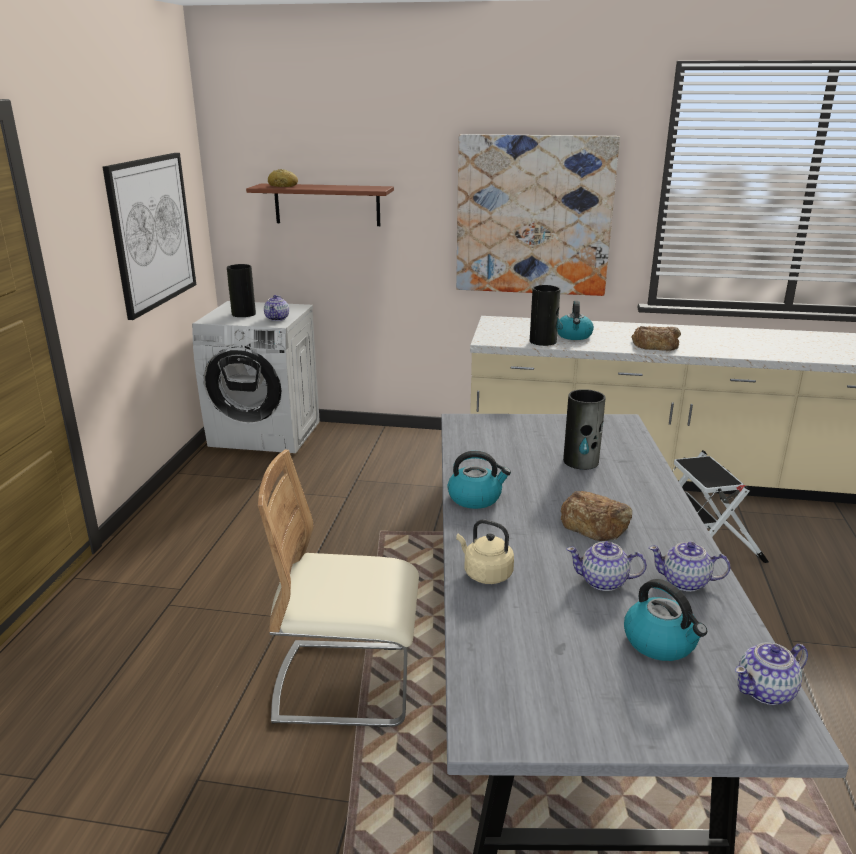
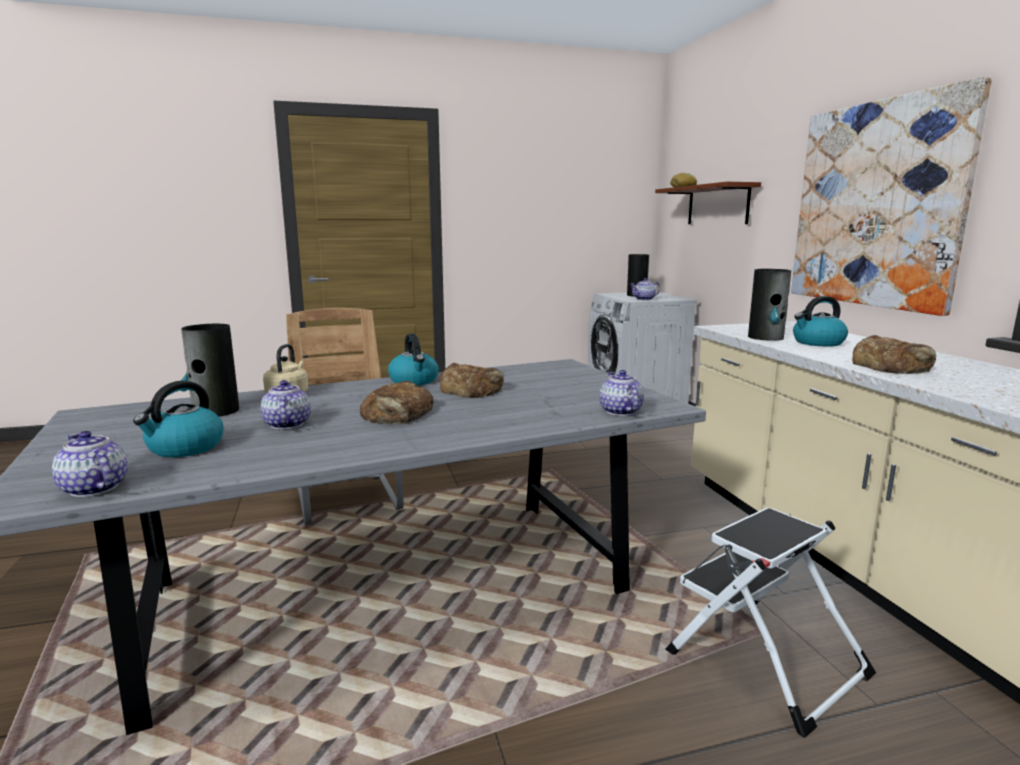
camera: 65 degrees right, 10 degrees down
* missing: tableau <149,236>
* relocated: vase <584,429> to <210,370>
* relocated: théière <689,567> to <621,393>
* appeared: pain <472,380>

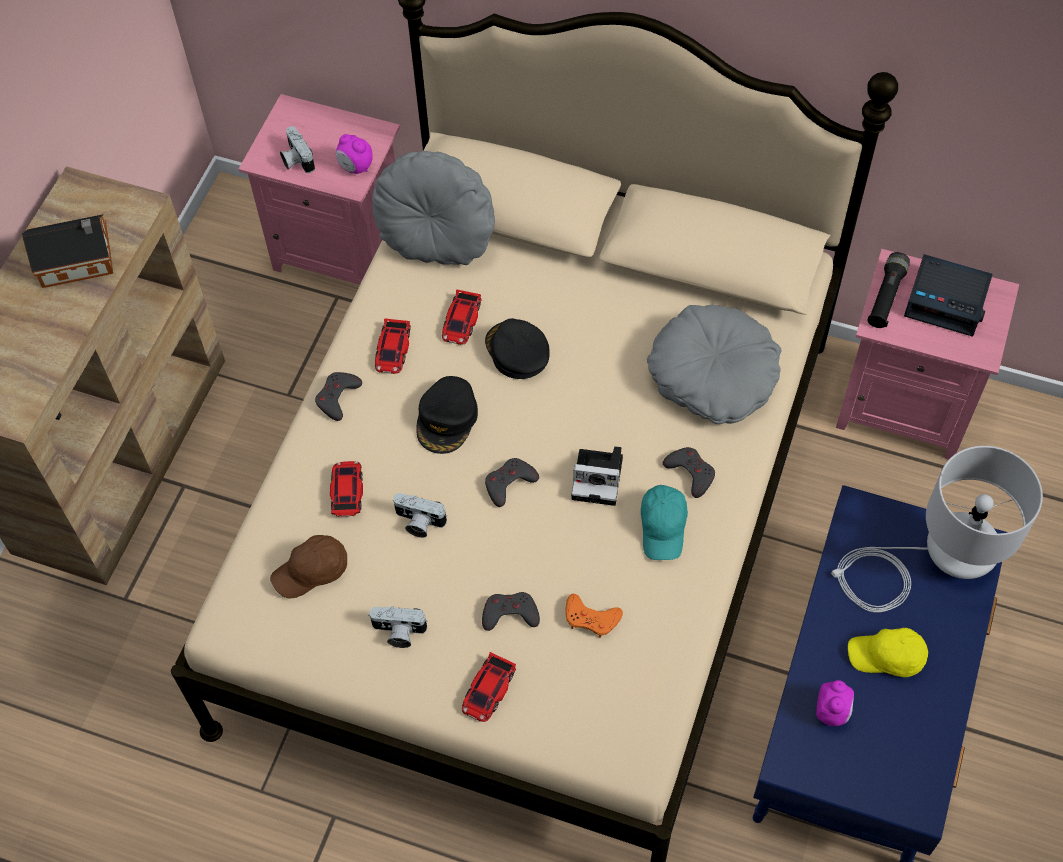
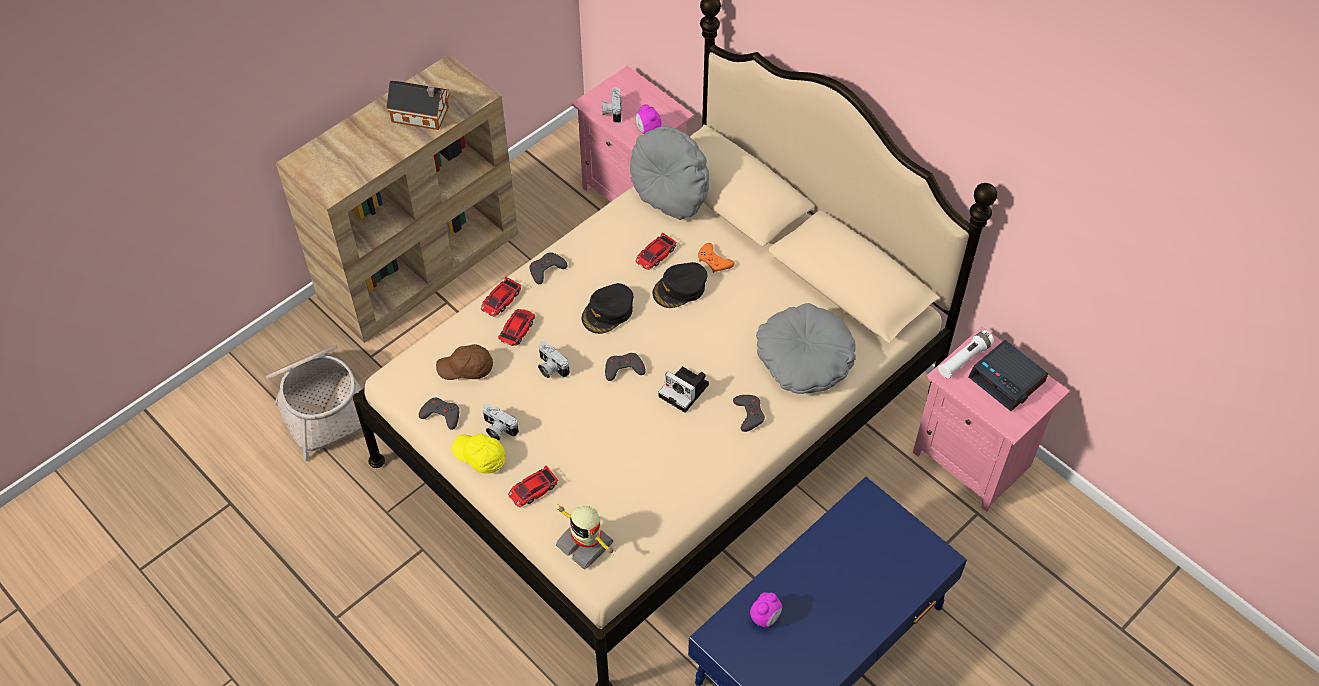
camera: 25 degrees right, 5 degrees down
* relocated: petite voiture <393,346> to <501,297>
* relocated: manette [gris] <511,611> to <439,414>
* spun: casquette [noir] <517,348> = <680,285> 120 degrees counterclockwise
* relocated: manette [orange] <594,616> to <716,258>
* missing: casquette [turquoise] <664,522>
* missing: lampe de table [blanc] <937,529>
* relocated: casquette [jaune] <888,652> to <479,454>
* colour: lampe de poche [noir] <888,290> to lampe de poche [blanc] <966,354>
* appeared: panier <314,403>
* appeared: robot jouet <586,537>

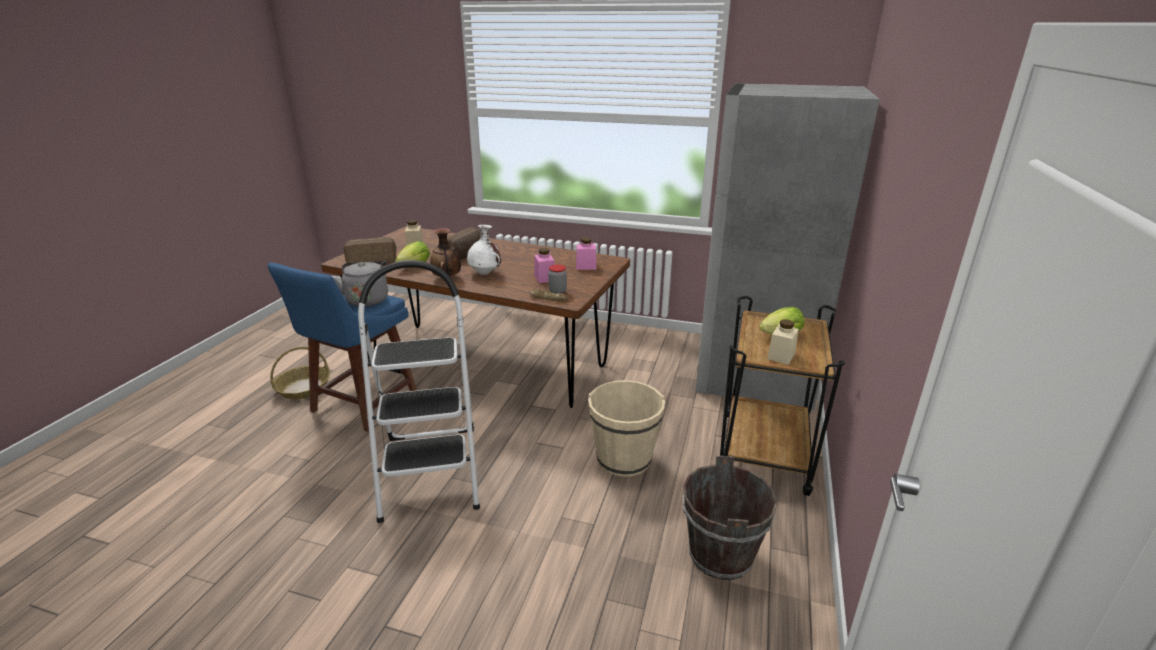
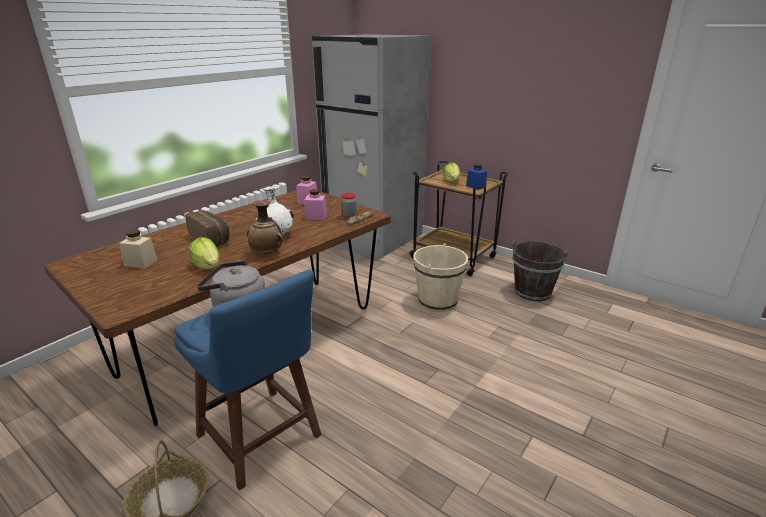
camera: 70 degrees left, 0 degrees up
* missing: pain <370,250>
* missing: escabeau <419,391>
* colour: bocal [beige] <783,342> to bocal [bleu] <476,177>

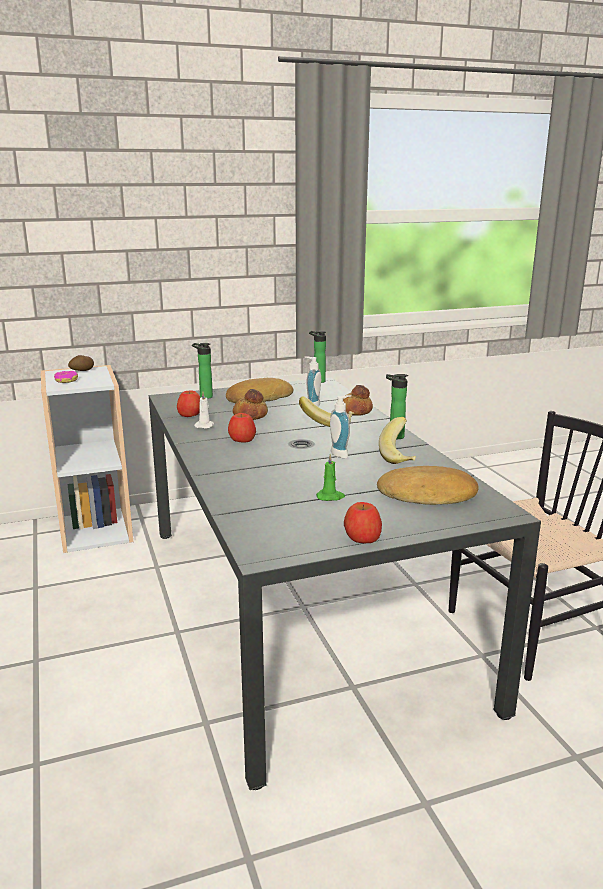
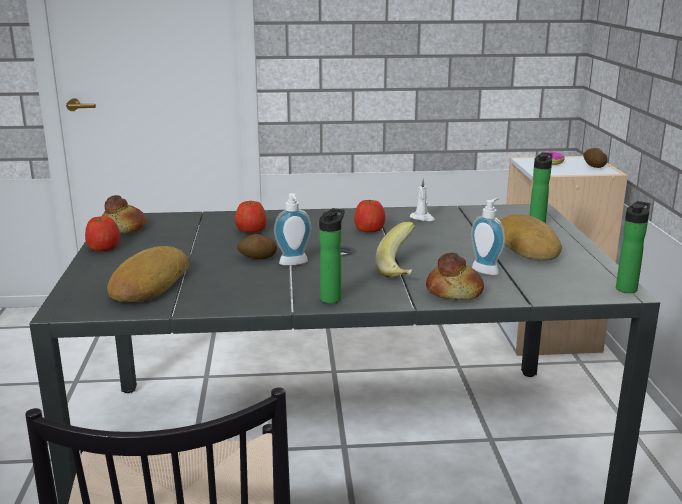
camera: 105 degrees right, 0 degrees up
* relocated: pomme <189,403> to <251,217>
* relocated: pain <250,404> to <124,214>
* missing: bougie [vert] <330,477>
* missing: banane <397,440>
* appeared: pomme de terre <257,246>

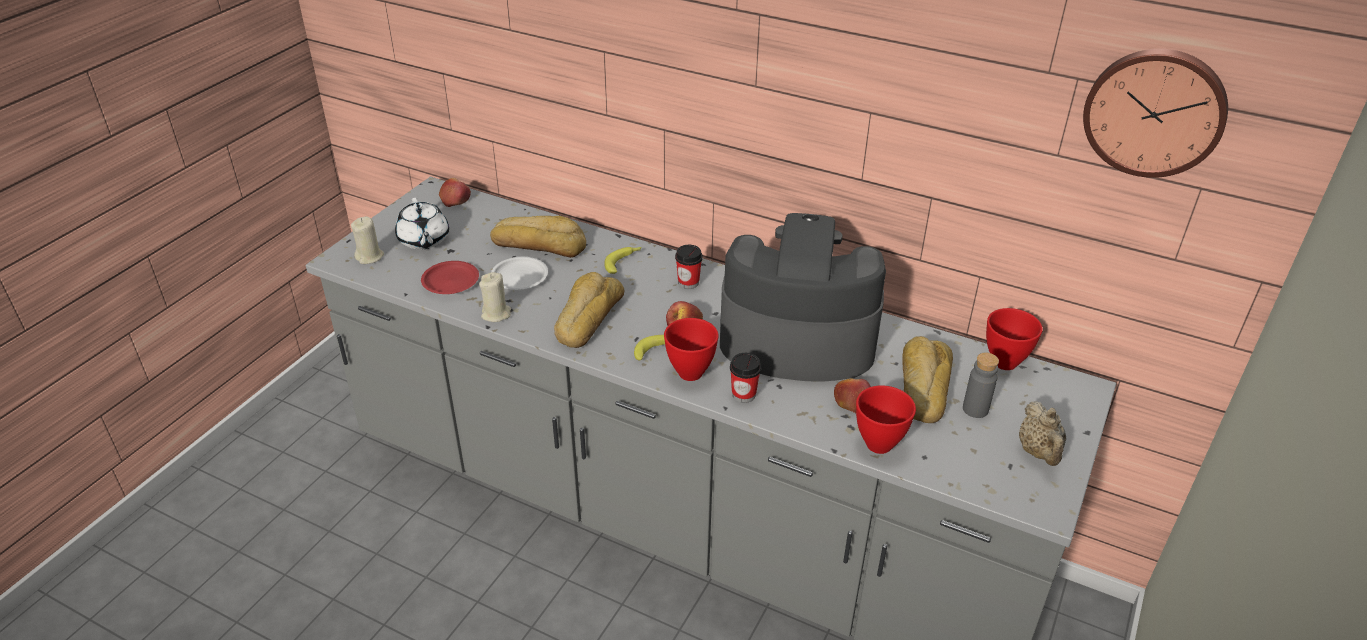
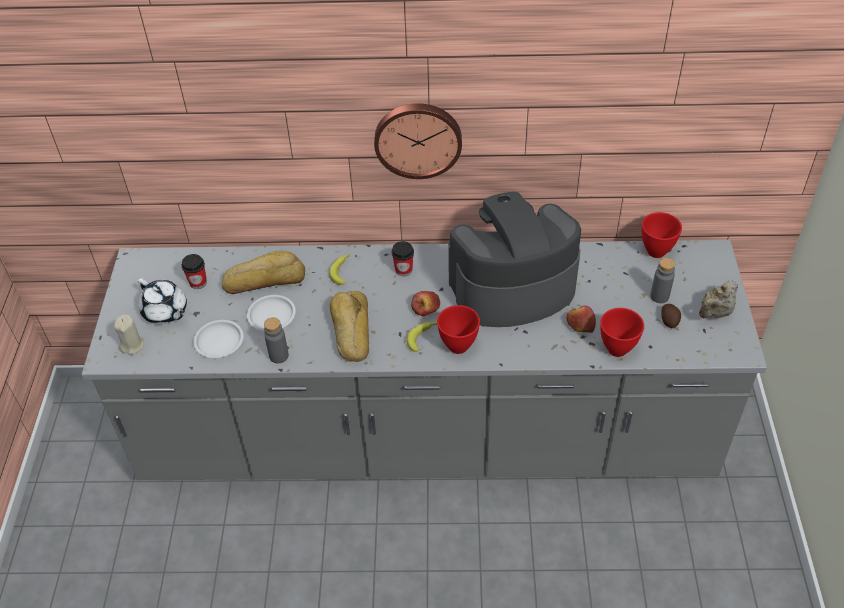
camera: 25 degrees left, 10 degrees up
* colour: assiette [rouge] <450,277> to assiette [blanc] <218,339>
* missing: pomme <455,192>
* exchanged: bougie [beige] <495,297> to bouteille [gris] <276,340>
* relocated: tasse <745,378> to <194,271>
* missing: pain <927,379>
* spun: théière [beige] <1042,433> = <718,300> 75 degrees clockwise
* relocated: horloge murale <1155,113> to <418,141>
* appeared: pomme de terre <671,316>

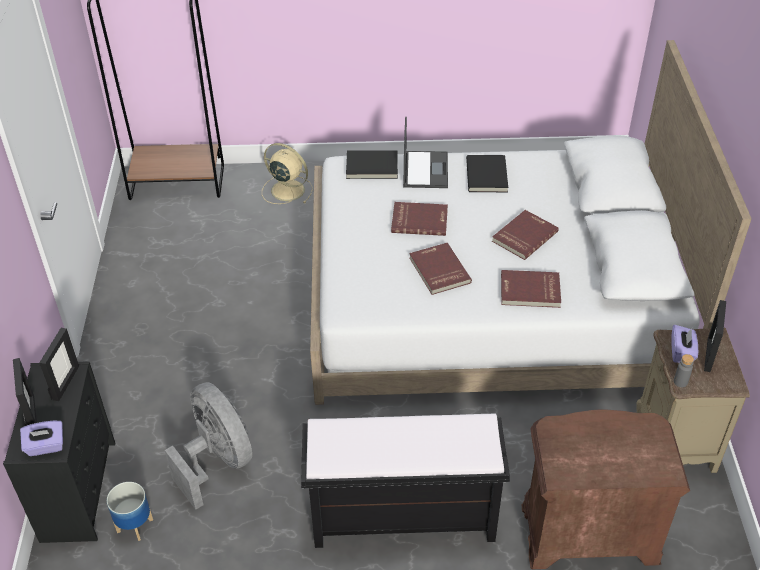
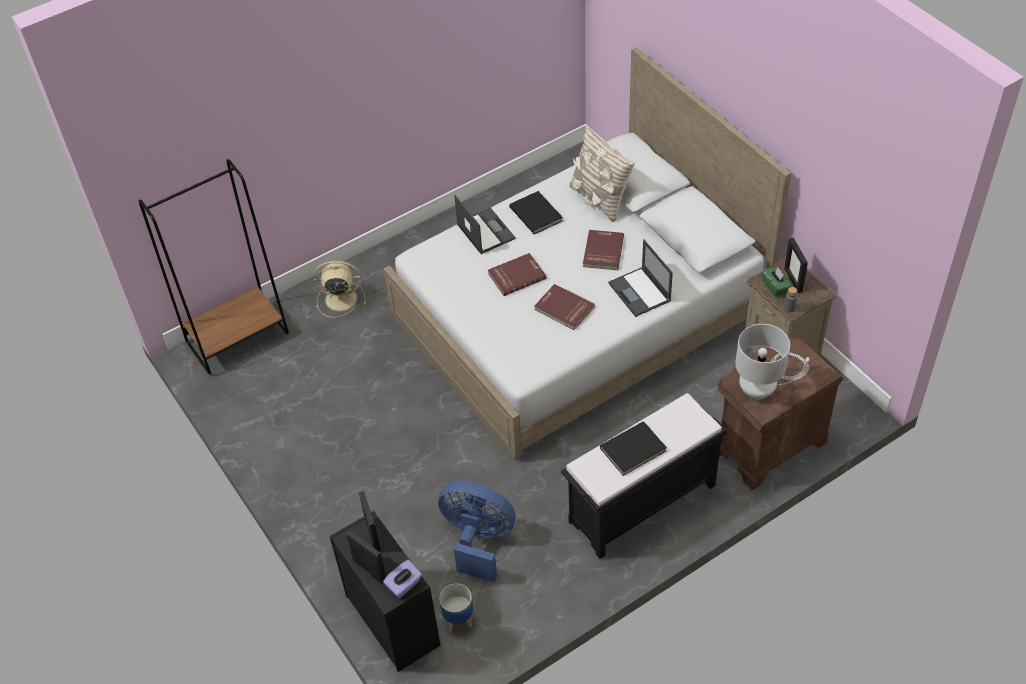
camera: 30 degrees left, 5 degrees up
* colour: ventilateur [gris] <208,446> to ventilateur [bleu] <476,532>
* relocated: livre [noir] <372,164> to <633,448>
* exchanged: livre [rouge] <531,289> to ordinateur portable <640,278>
* colour: boîte à mouchoirs [violet] <684,344> to boîte à mouchoirs [vert] <777,282>
* appeared: coussin [beige] <602,175>
* appeared: lampe de table [blanc] <772,362>

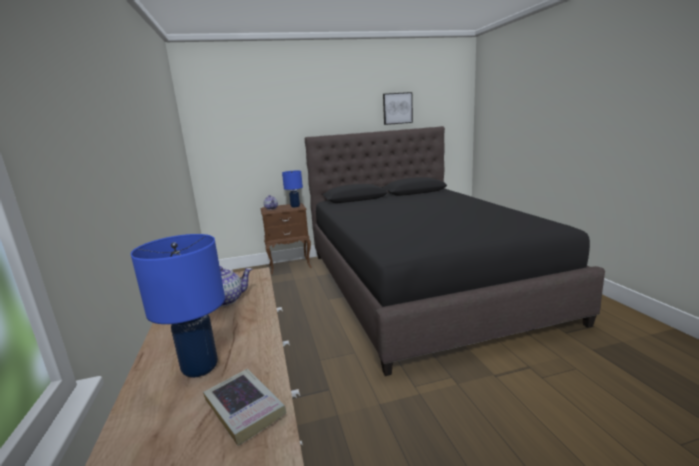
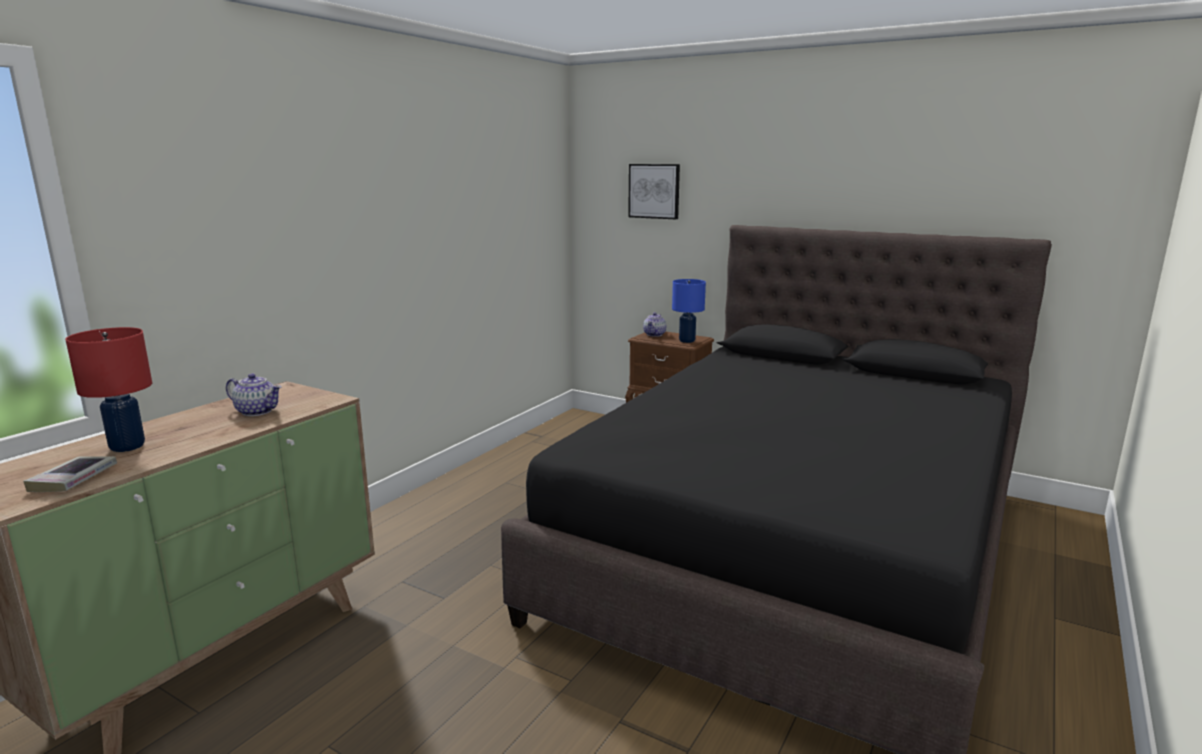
camera: 45 degrees right, 0 degrees up
* colour: lampe de table [bleu] <178,306> to lampe de table [rouge] <108,389>
* relocated: tableau <398,108> to <654,191>

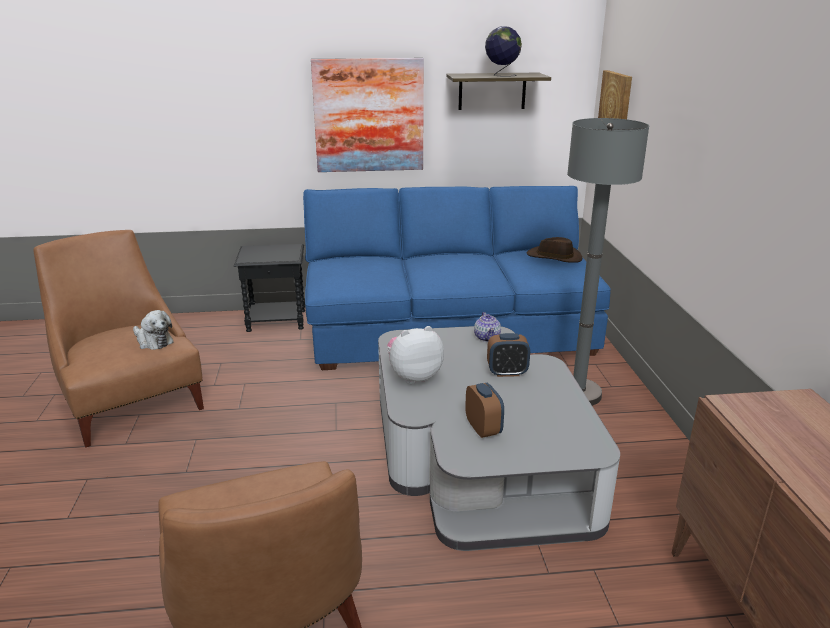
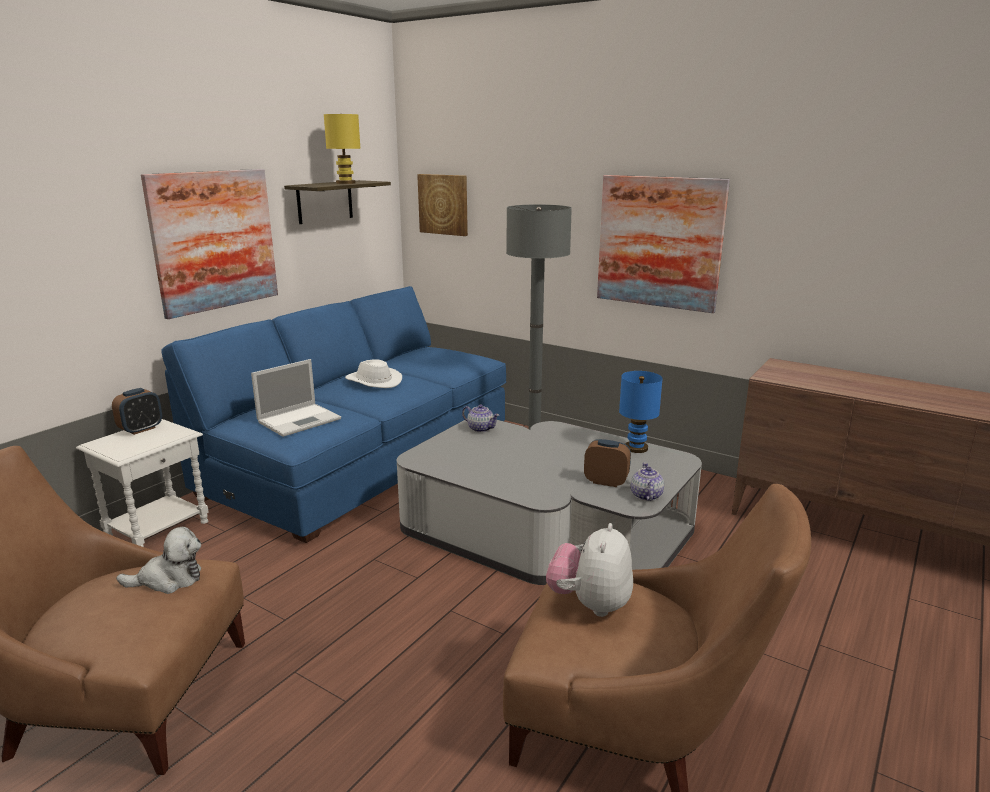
camera: 50 degrees left, 5 degrees down
* colour: table d'appoint [noir] <269,288> to table d'appoint [blanc] <142,483>
* relocated: peluche <415,355> to <589,570>
* exchanged: globe <503,51> to lampe de table [jaune] <342,149>
* relocated: réveil <508,355> to <137,411>
* missing: chapeau [marron] <554,250>
* appeared: ordinateur portable <296,398>
* appeared: chapeau [blanc] <373,373>
* appeared: tableau <663,244>
* appeared: lampe de table [bleu] <641,412>
* appeared: théière <647,482>

